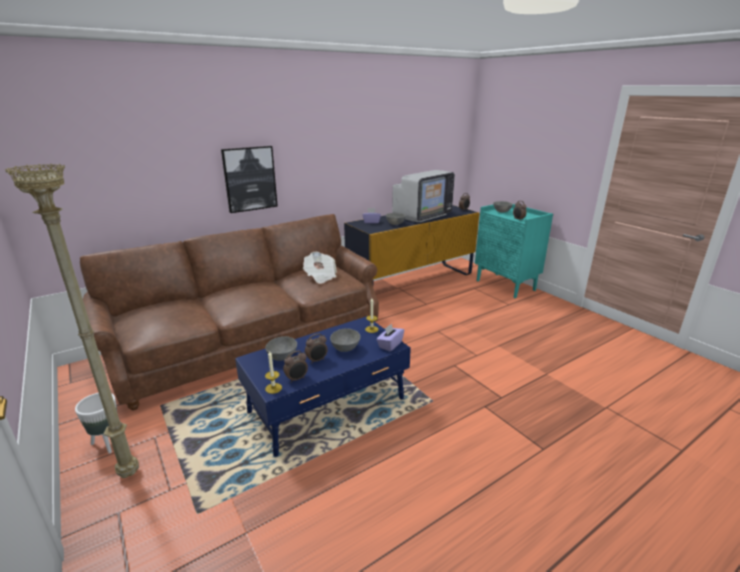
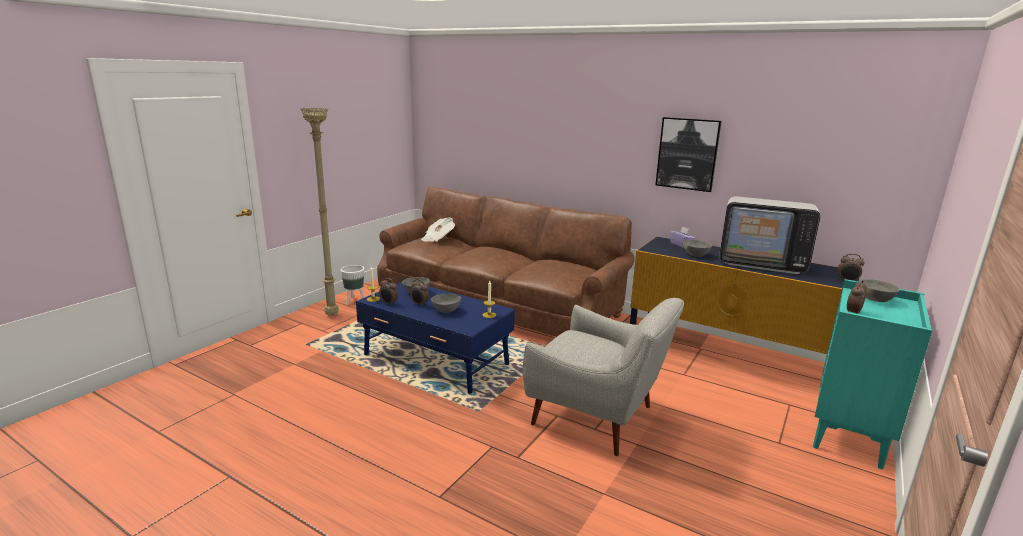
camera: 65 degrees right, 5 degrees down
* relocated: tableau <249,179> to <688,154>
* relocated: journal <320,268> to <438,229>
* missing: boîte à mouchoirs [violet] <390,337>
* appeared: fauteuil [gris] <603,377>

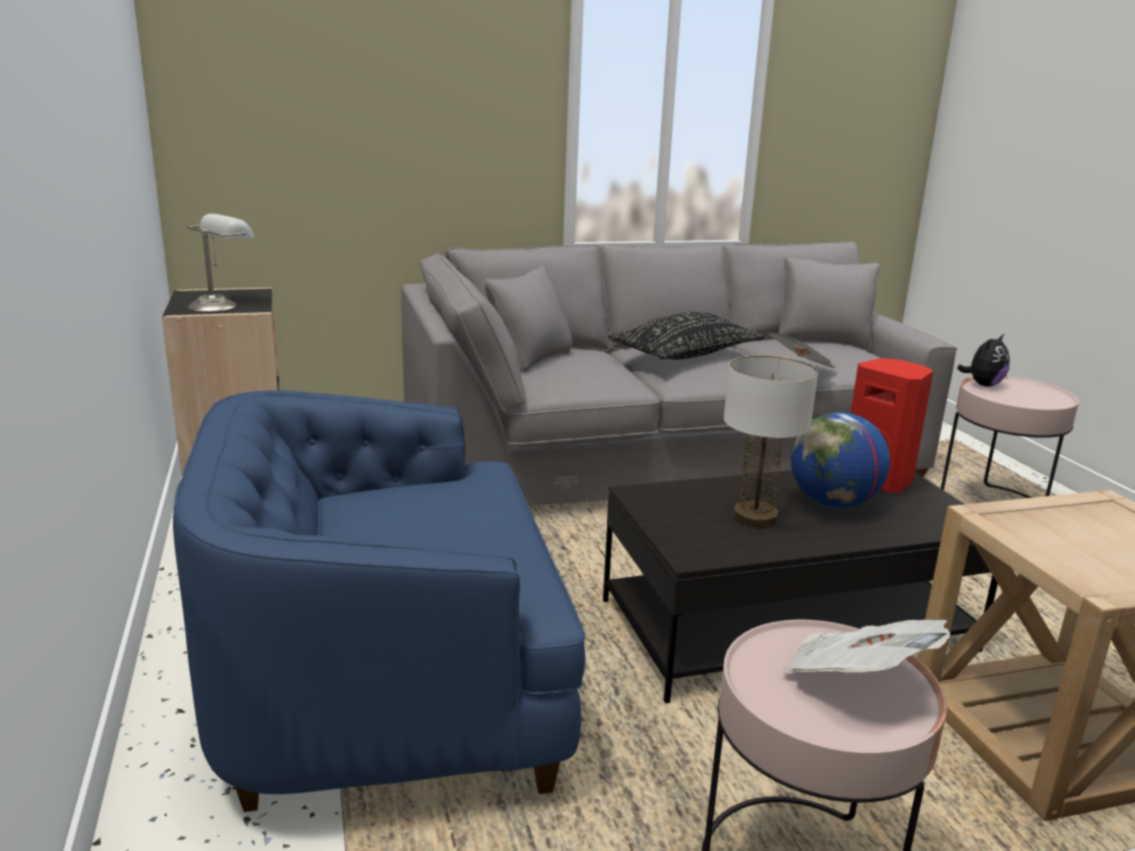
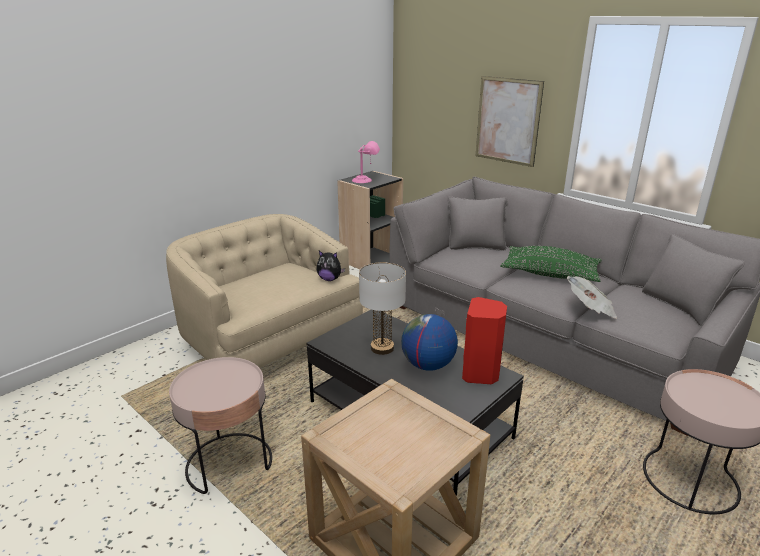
camera: 60 degrees right, 5 degrees up
* colour: fauteuil [bleu] <379,601> to fauteuil [beige] <264,291>
* colour: lampe de table [blanc] <220,262> to lampe de table [rose] <366,162>
* colour: coussin [noir] <686,336> to coussin [vert] <551,264>
* missing: journal <866,646>
* relocated: peluche <983,360> to <330,266>
* appeared: tableau <510,121>

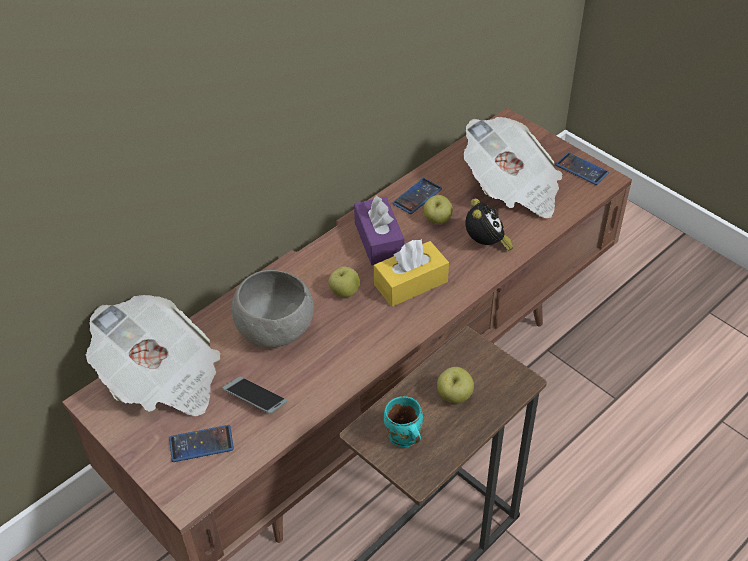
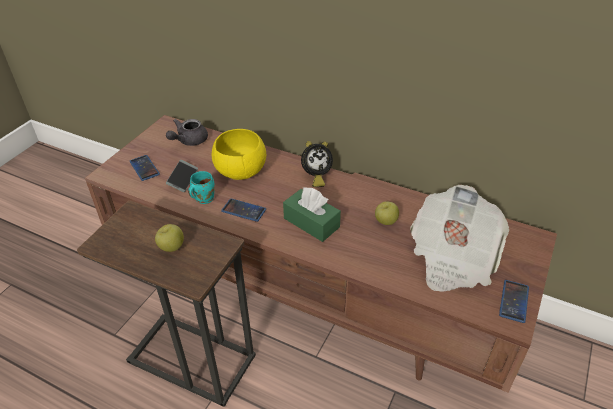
camera: 70 degrees right, 5 degrees down
* exchanged: journal <153,355> to théière [gris] <187,132>
* colour: bol [gris] <272,309> to bol [jaune] <239,154>
* missing: pomme <344,281>
* missing: boîte à mouchoirs [violet] <379,230>
* colour: boîte à mouchoirs [jaune] <411,273> to boîte à mouchoirs [vert] <312,215>
* relocated: mug [turquoise] <403,421> to <201,187>
* relocated: téléphone <417,196> to <243,210>
* relocated: réveil <489,224> to <317,164>

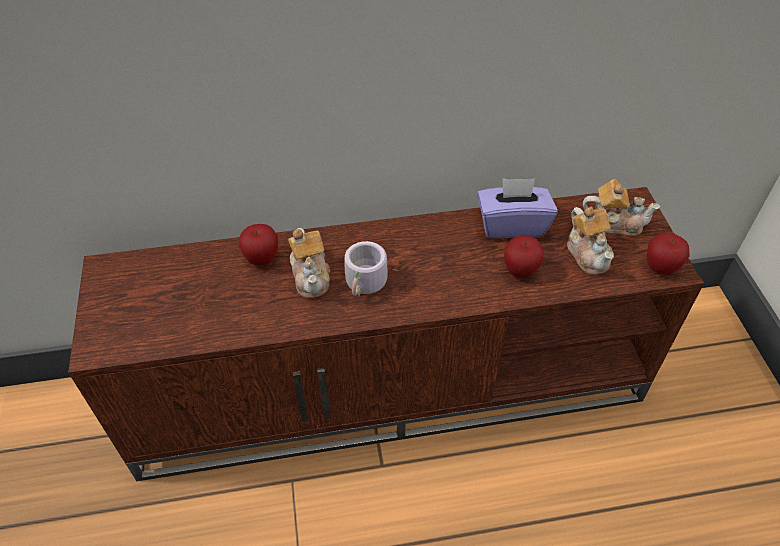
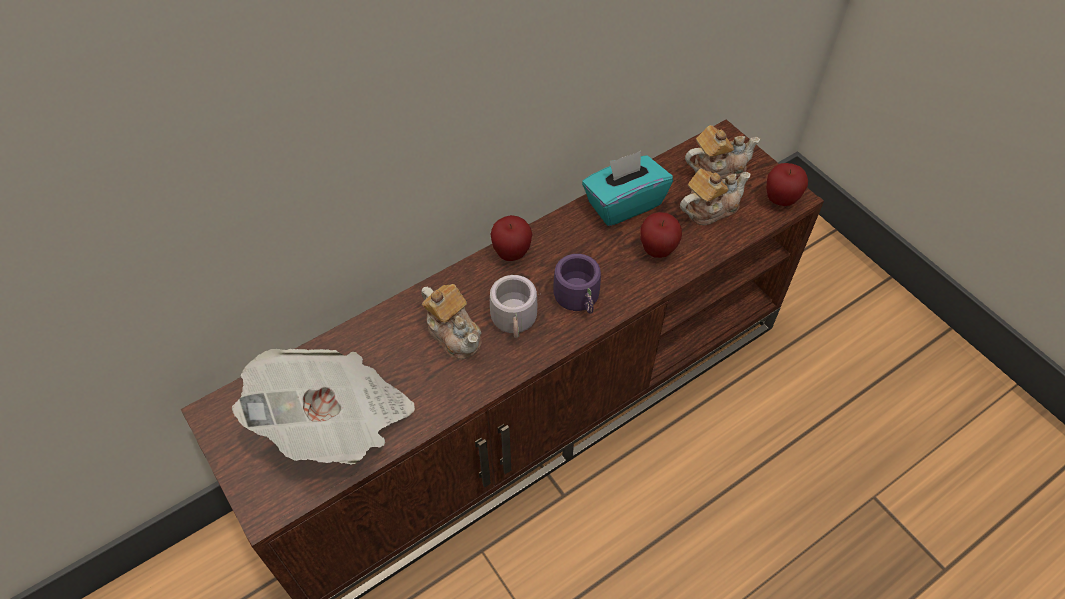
camera: 25 degrees left, 5 degrees up
* relocated: pomme <258,244> to <511,238>
* colour: boîte à mouchoirs [violet] <517,208> to boîte à mouchoirs [turquoise] <627,188>
* spun: théière <590,241> = <715,197> 75 degrees counterclockwise
* appeared: journal <323,407>
* appeared: mug [violet] <577,284>

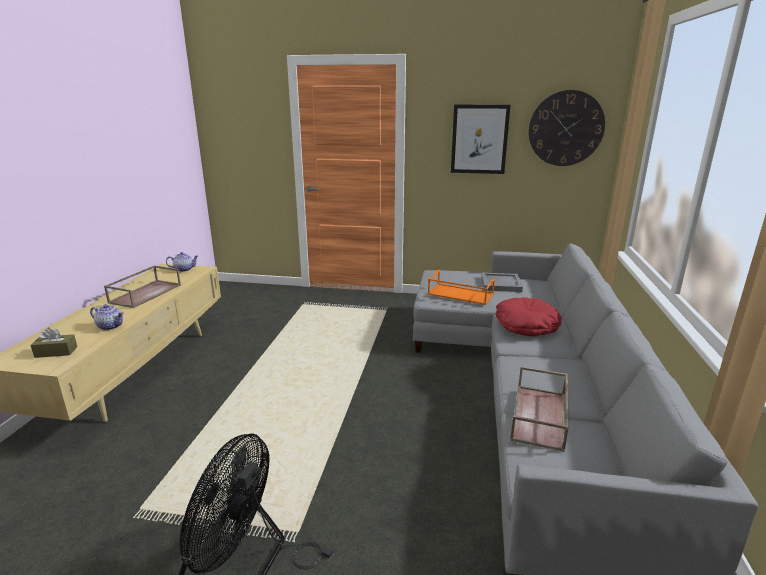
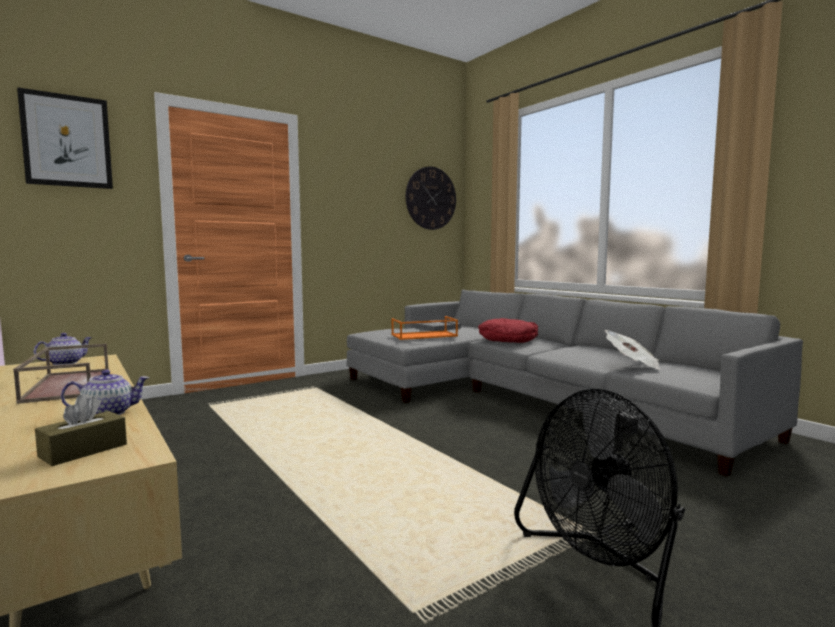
camera: 45 degrees left, 15 degrees down
* relocated: tableau <480,139> to <65,138>
* exchanged: plateau [marron] <539,409> to journal <632,350>

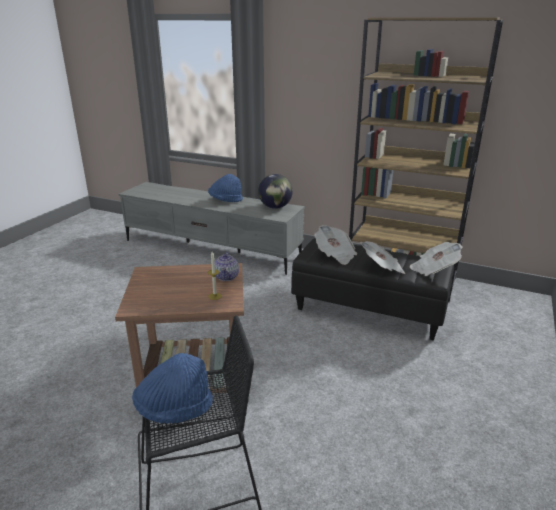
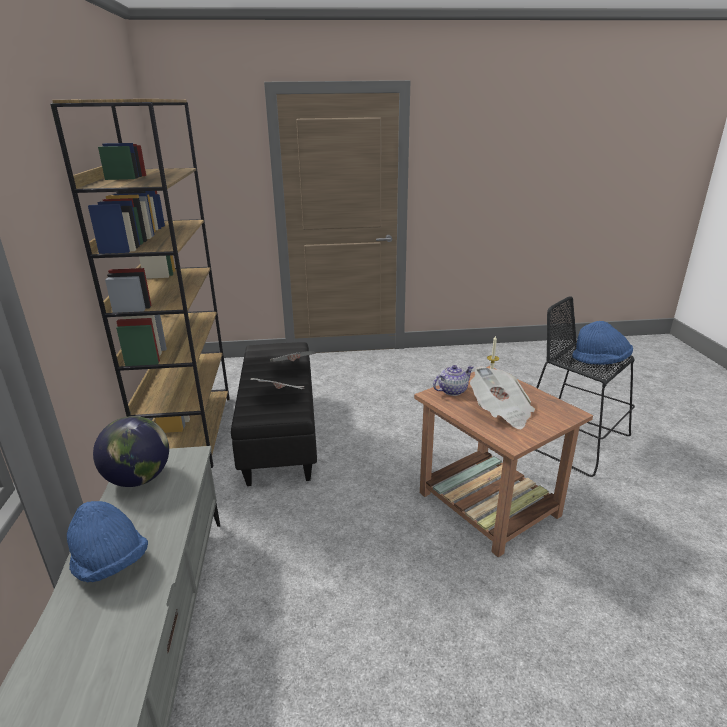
camera: 120 degrees left, 0 degrees up
* relocated: journal <436,259> to <502,397>

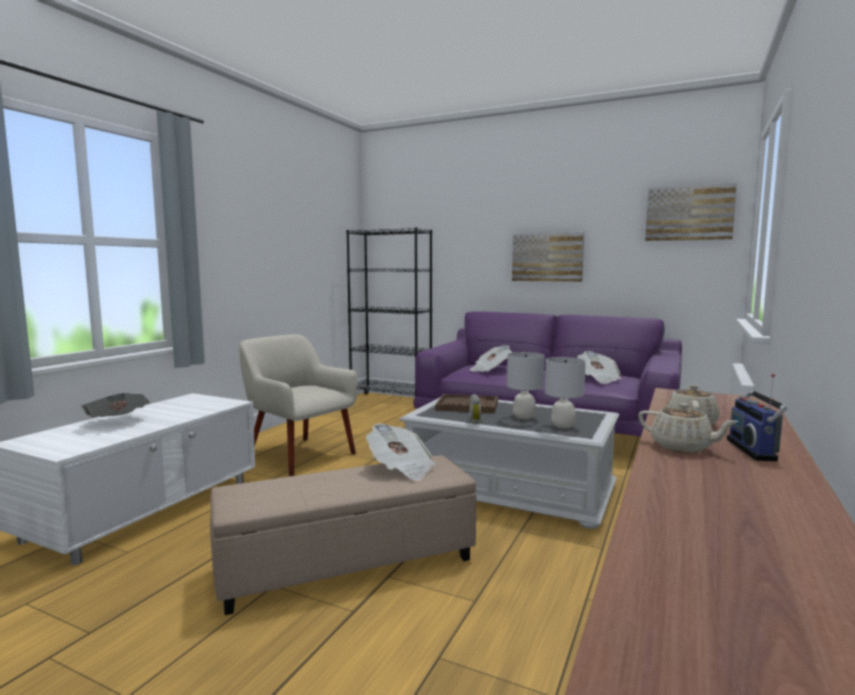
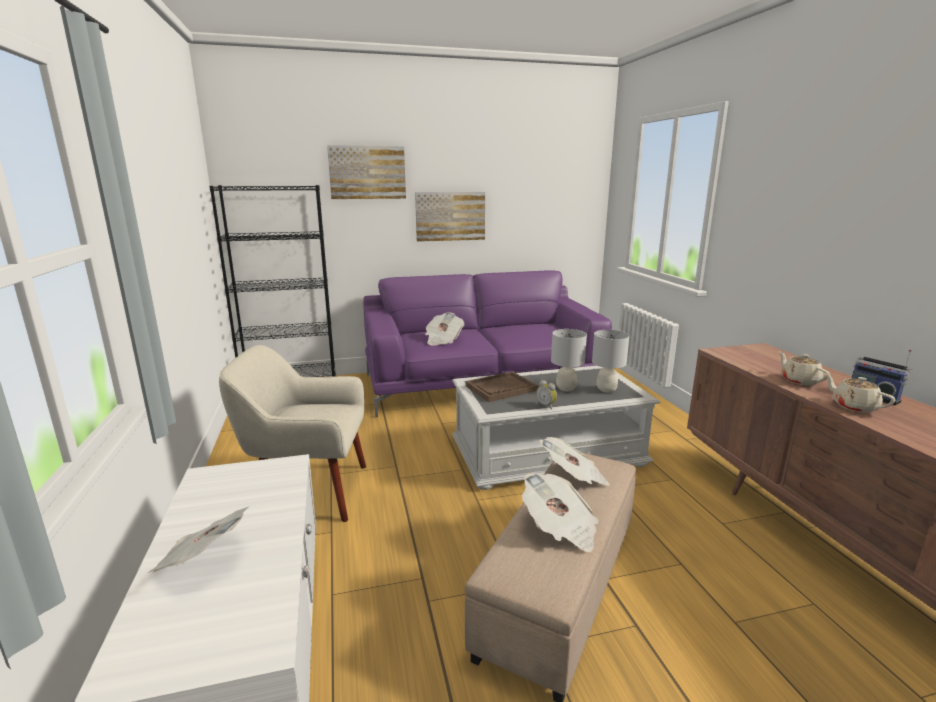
camera: 40 degrees left, 10 degrees up
* relocated: journal <599,367> to <560,512>
* spun: théière [beige] <688,428> = <859,392> 120 degrees counterclockwise
* relocated: tableau <691,212> to <366,172>

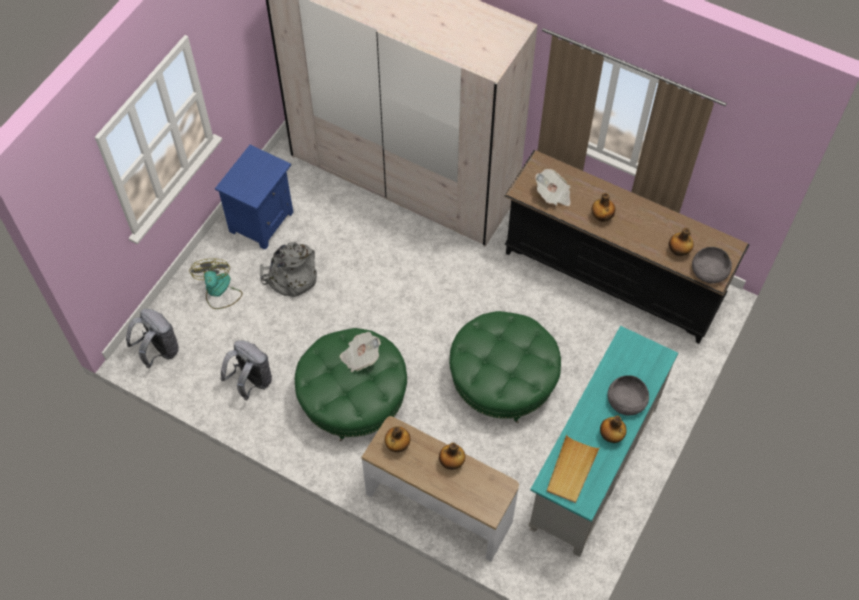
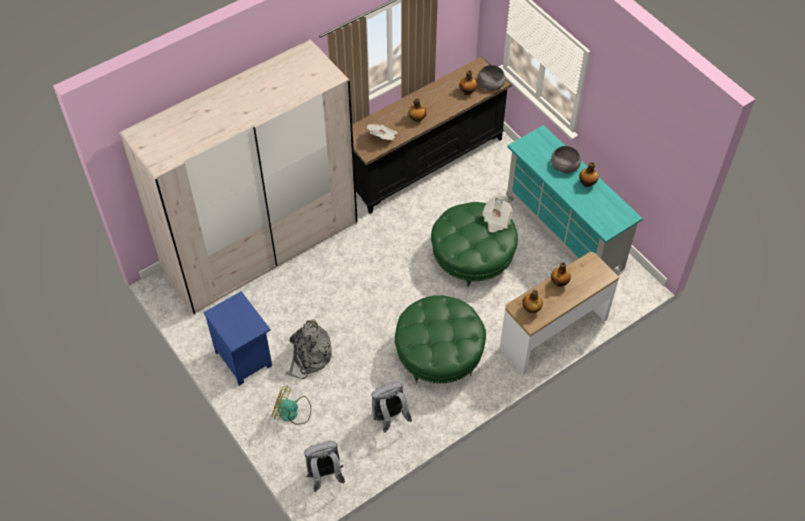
camera: 65 degrees left, 5 degrees down
* relocated: journal <360,352> to <497,214>
* missing: plateau [beige] <573,469>

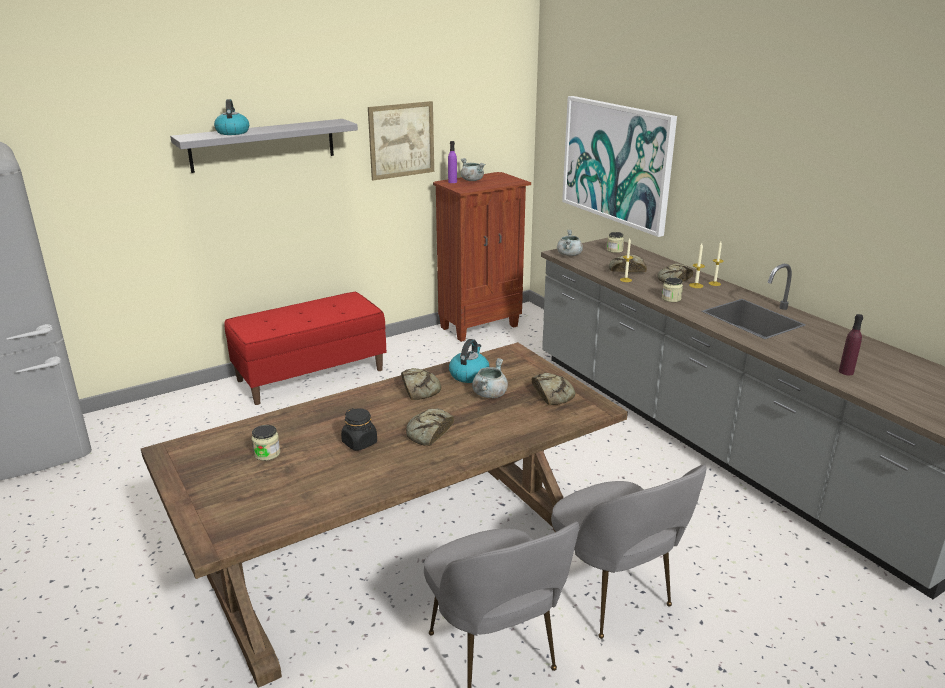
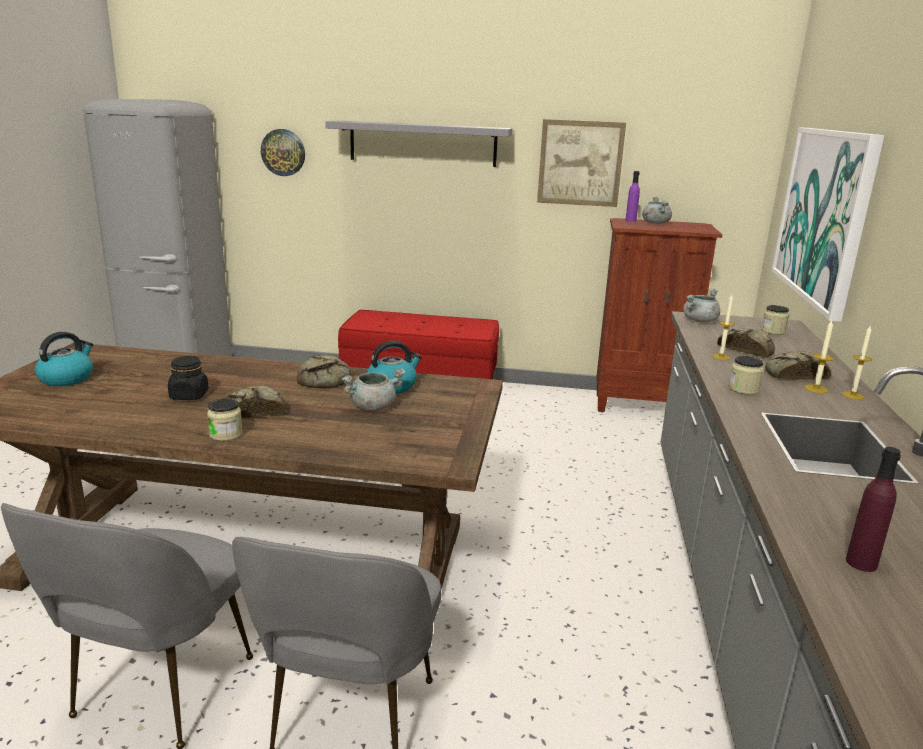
camera: 40 degrees right, 5 degrees down
* relocated: bouilloire <231,117> to <64,359>
* relocated: bocal <266,443> to <225,419>
* missing: pain <553,389>
* appeared: horloge murale <283,152>

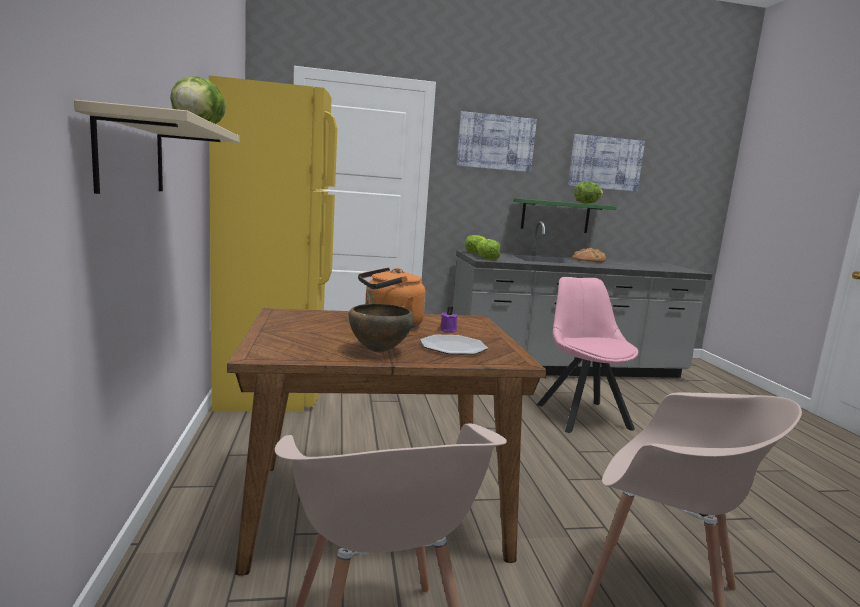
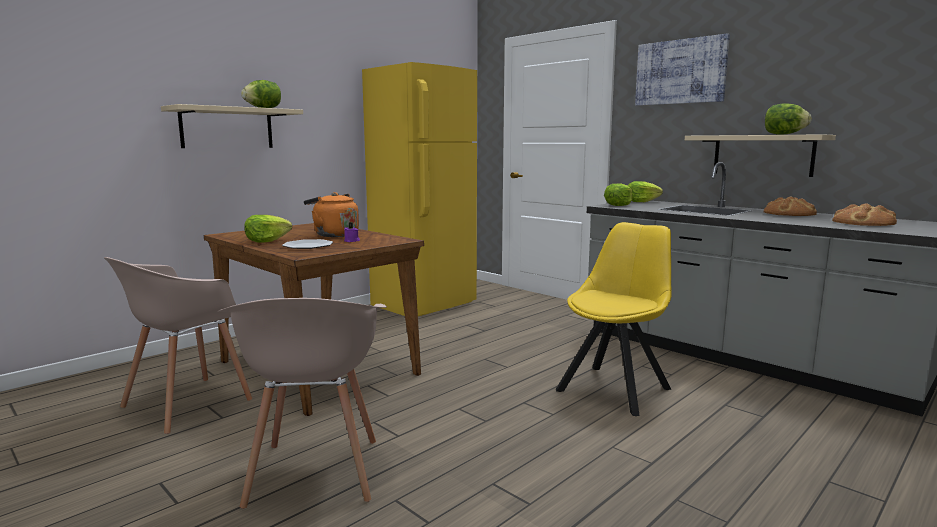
camera: 55 degrees right, 0 degrees up
* exchanged: bol [marron] <381,328> to laitue <268,229>
* colour: étagère [vert] <565,215> to étagère [beige] <760,155>
* colour: chaise [rose] <587,355> to chaise [jaune] <614,319>
* missing: tableau <606,163>
* appeared: pain <864,214>

